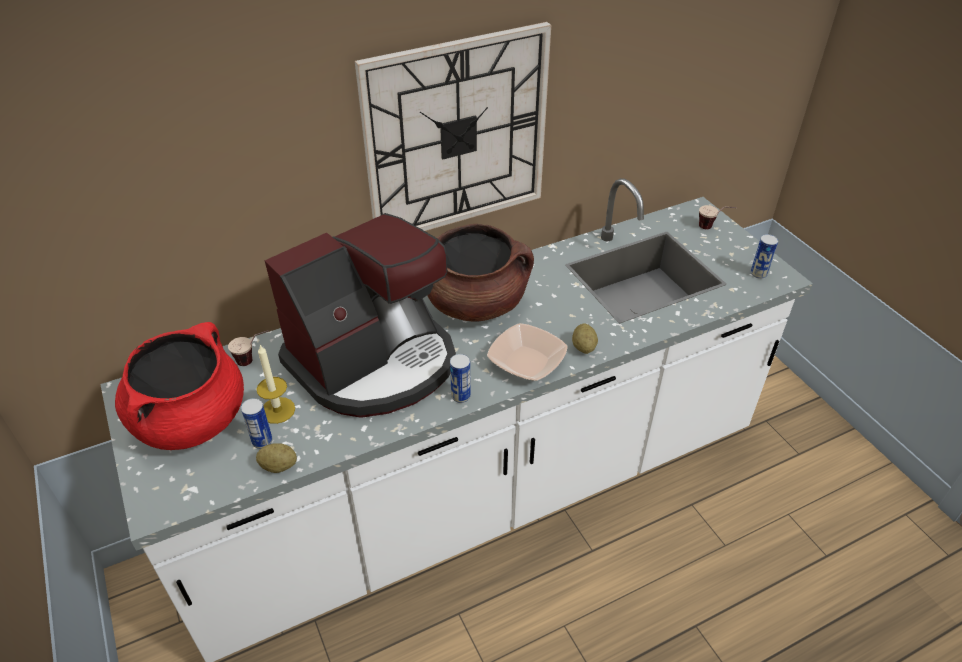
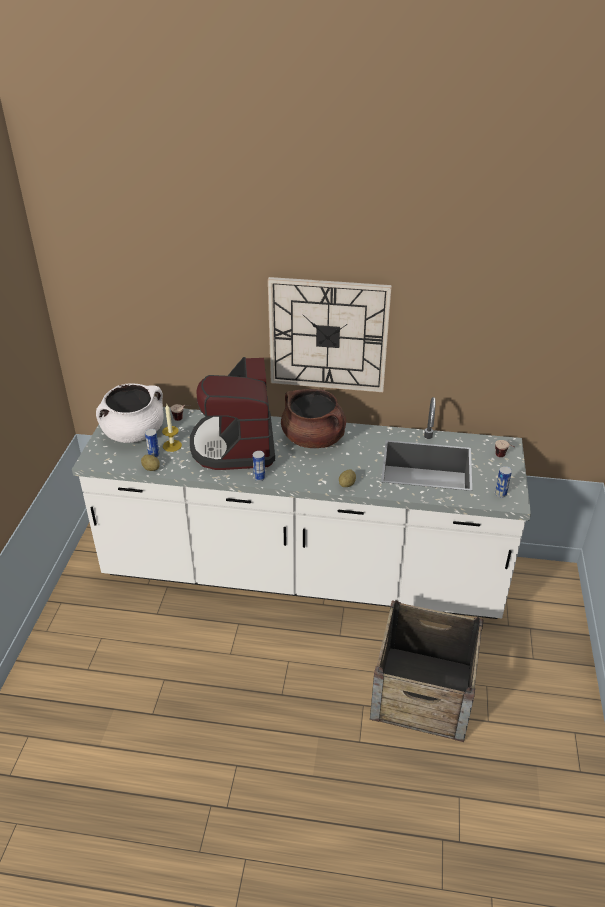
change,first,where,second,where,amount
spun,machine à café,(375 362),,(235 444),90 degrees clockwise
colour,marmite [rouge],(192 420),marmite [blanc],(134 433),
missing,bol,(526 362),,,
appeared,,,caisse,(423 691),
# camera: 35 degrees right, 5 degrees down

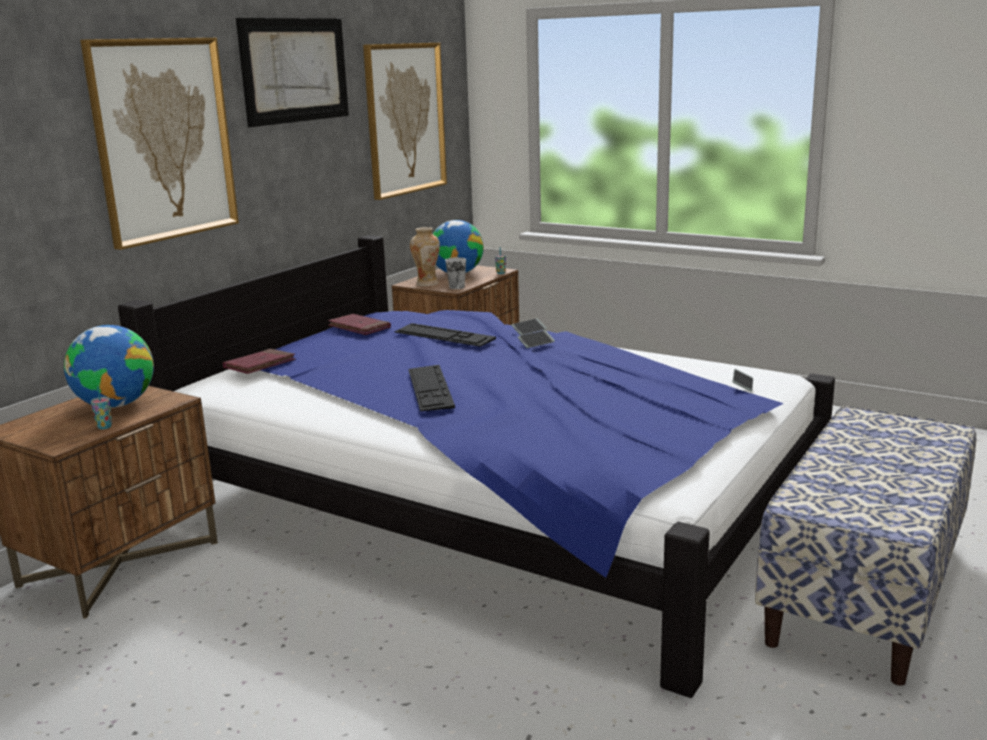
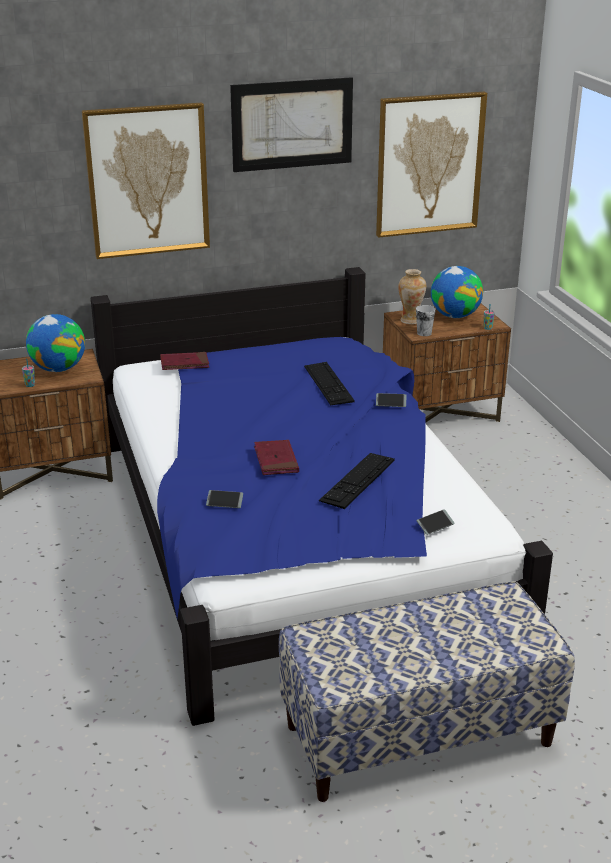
change,first,where,second,where,amount
relocated,livre [rouge],(359 327),,(276 460),
relocated,téléphone,(536 343),,(224 502),
relocated,clavier,(430 387),,(357 480),
# camera: 40 degrees right, 10 degrees up

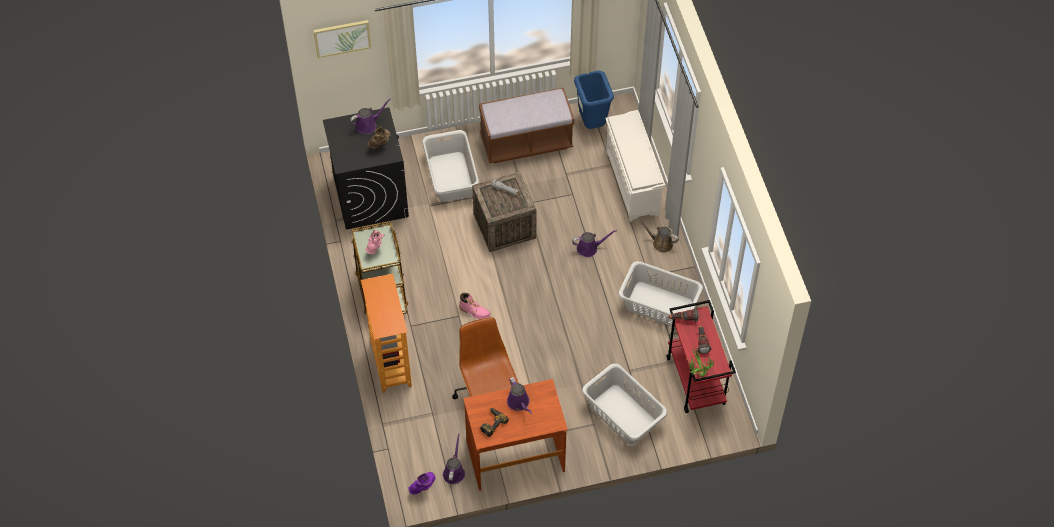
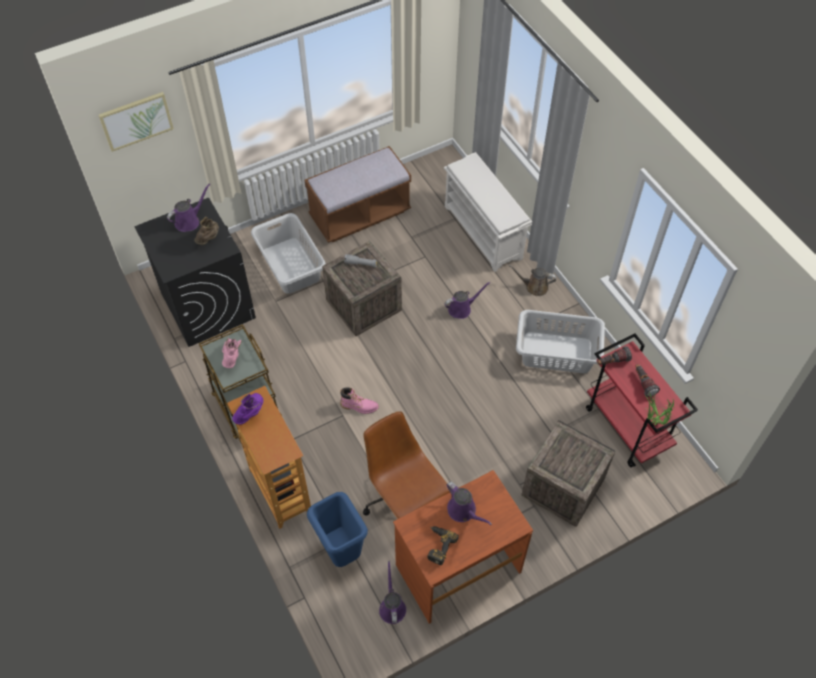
change,first,where,second,where,amount
relocated,poubelle [bleu],(592 124),,(342 552),
exchanged,panier à linge [gris],(623 415),caisse,(563 487),
relocated,botte [violet],(423 487),,(250 414),
# camera: 15 degrees left, 0 degrees up

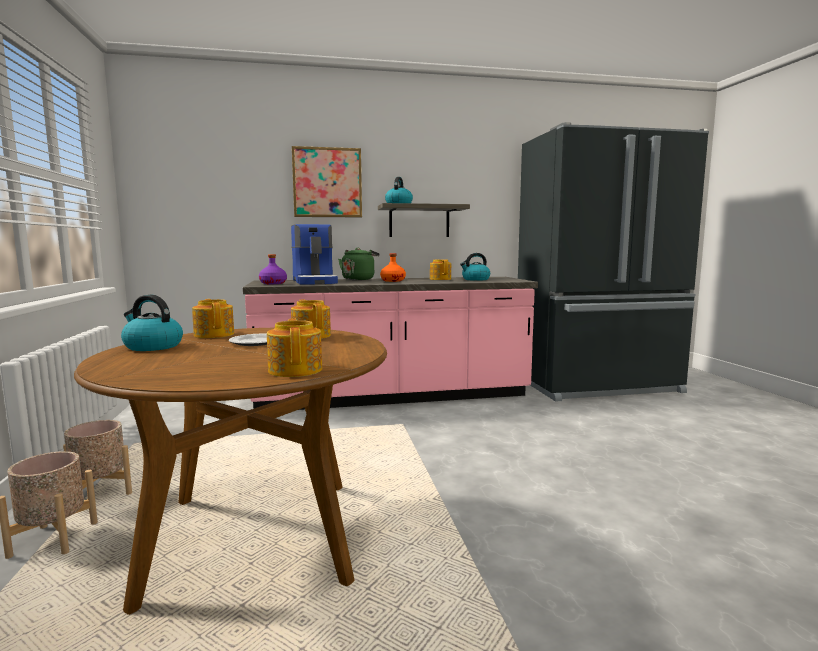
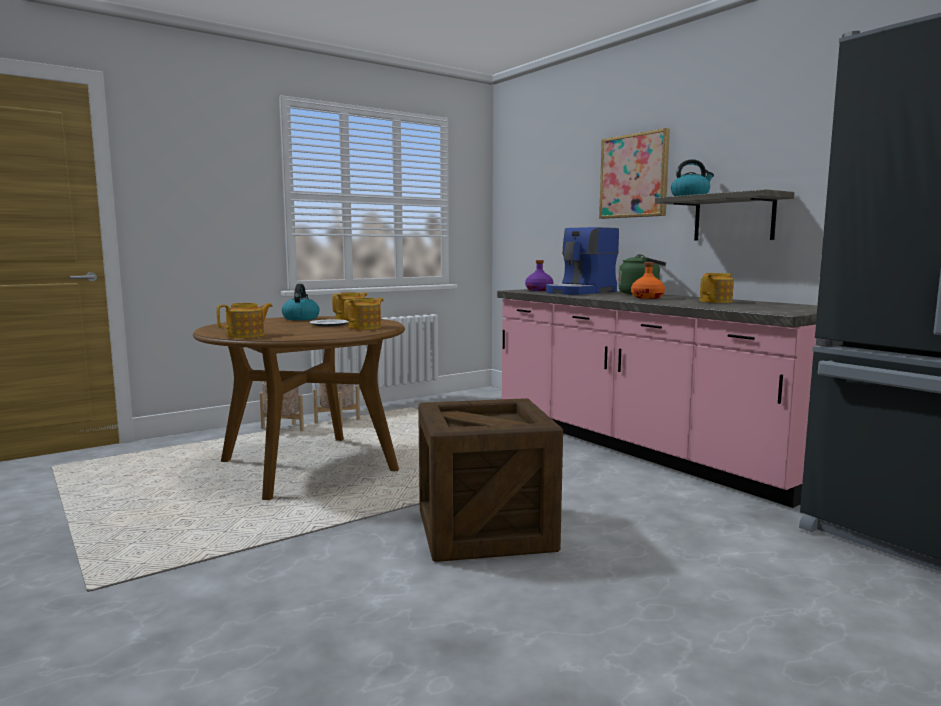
change,first,where,second,where,amount
missing,bouilloire,(475 279),,,
appeared,,,caisse,(485 530),
# camera: 65 degrees right, 0 degrees up

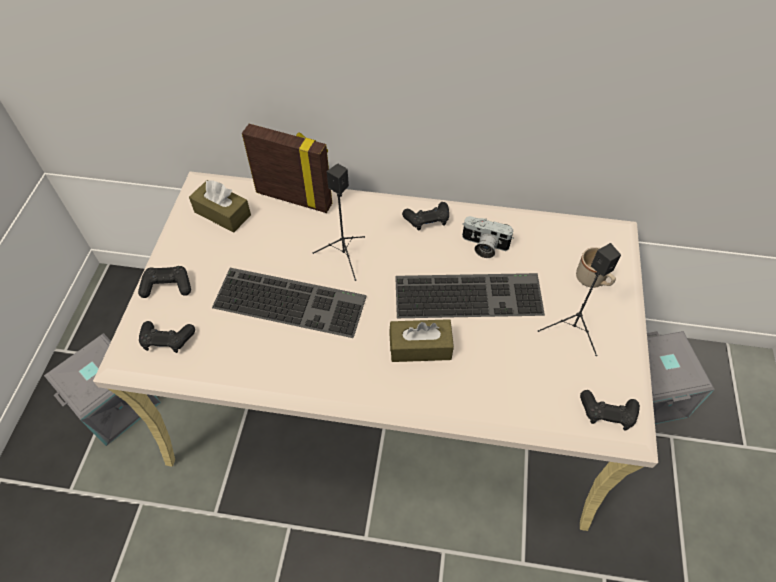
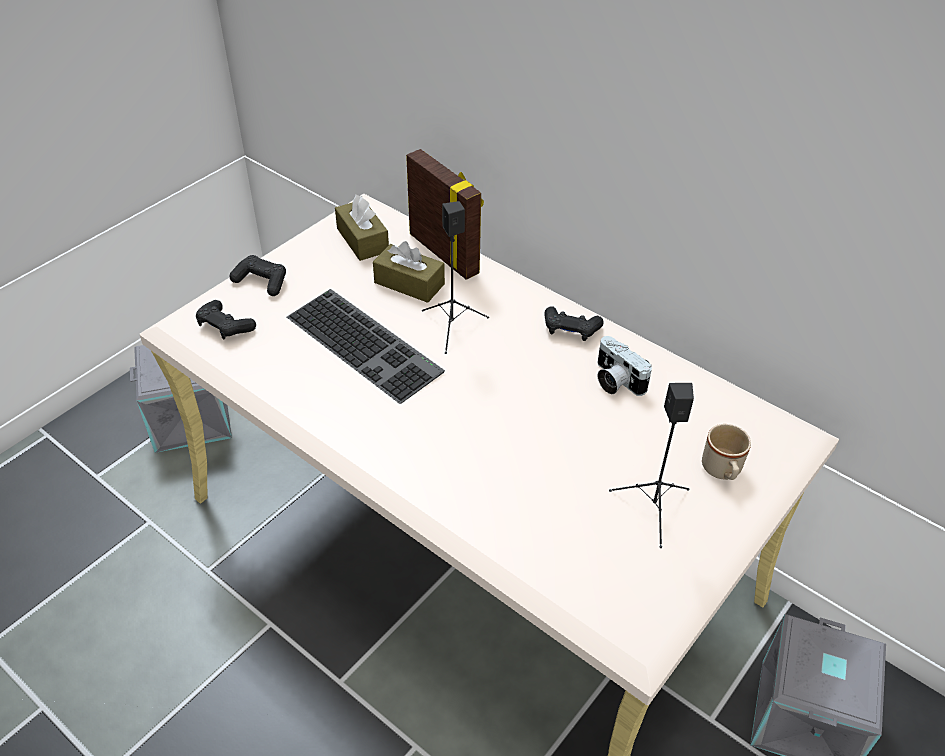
change,first,where,second,where,amount
missing,clavier,(469 294),,,
relocated,boîte à mouchoirs [marron],(420 347),,(409 283),
missing,manette [noir],(607 413),,,
# camera: 30 degrees right, 10 degrees down

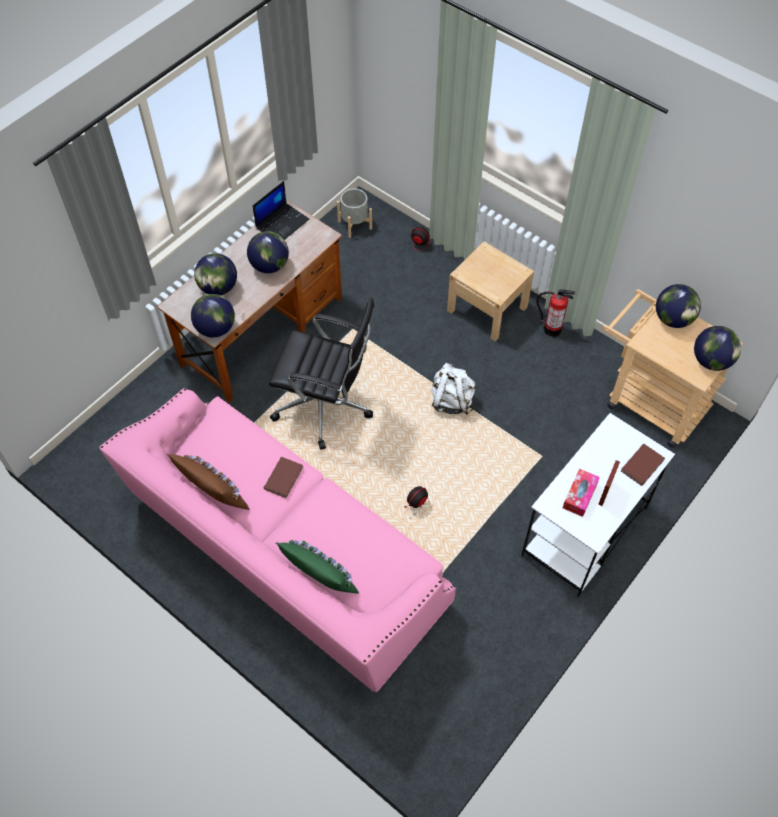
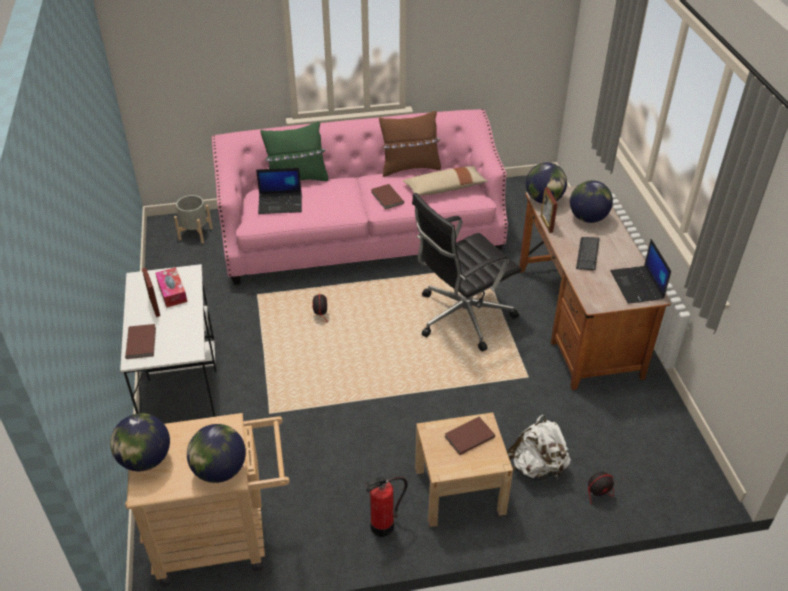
change,first,where,second,where,amount
relocated,cache-pot [gris],(355 225),,(195 233),
exchanged,globe,(269 266),clavier,(587 254),
relocated,sac à dos [blanc],(451 400),,(537 467),
appeared,,,coussin [beige],(445 188),
appeared,,,ordinateur portable,(281 203),
appeared,,,cadre photo,(546 224),
appeared,,,livre [marron],(468 436),
# camera: 130 degrees right, 15 degrees down

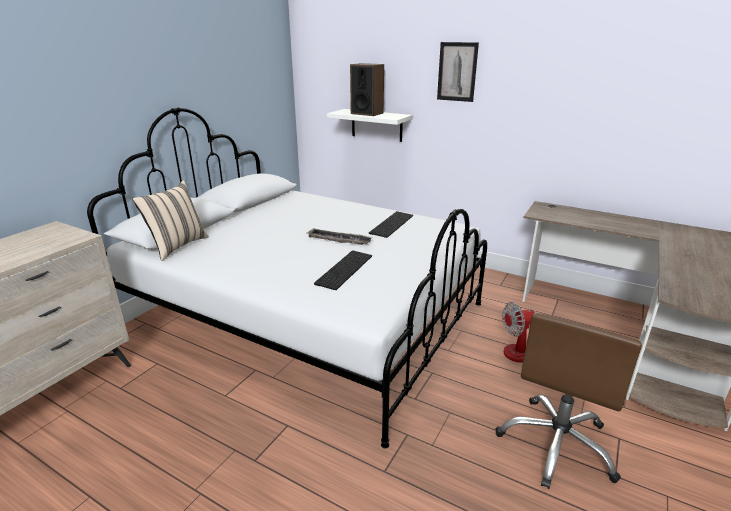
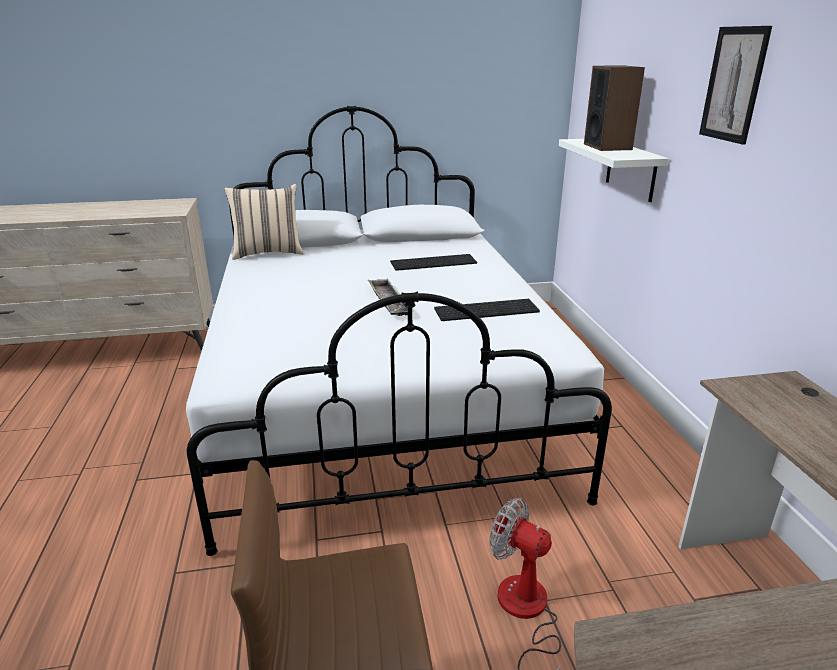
change,first,where,second,where,amount
relocated,clavier,(343 269),,(434 262),
# camera: 50 degrees right, 0 degrees up

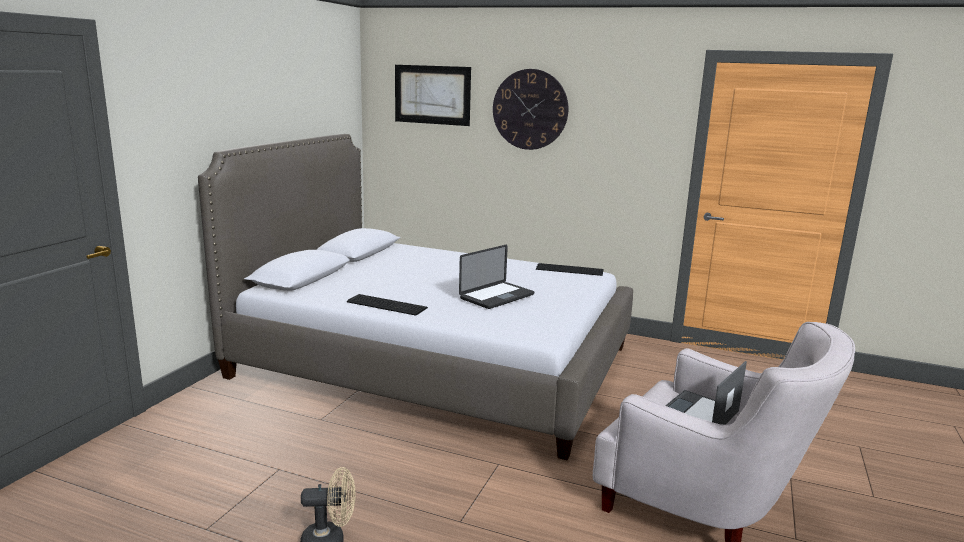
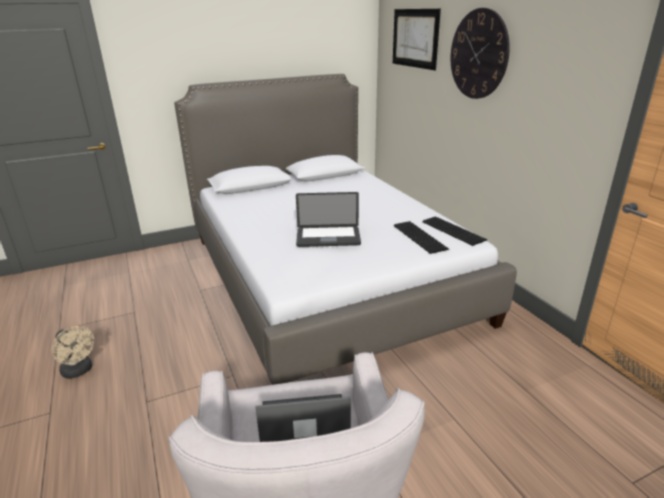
change,first,where,second,where,amount
relocated,clavier,(386 304),,(420 236),
# camera: 45 degrees right, 10 degrees up

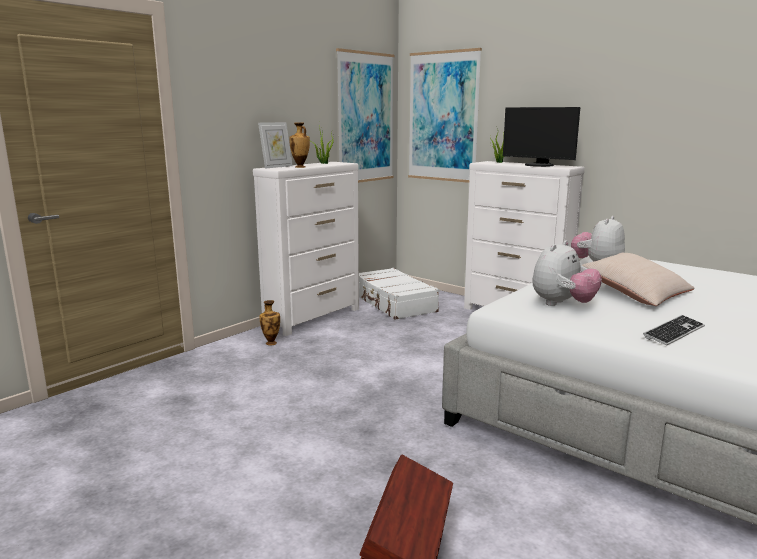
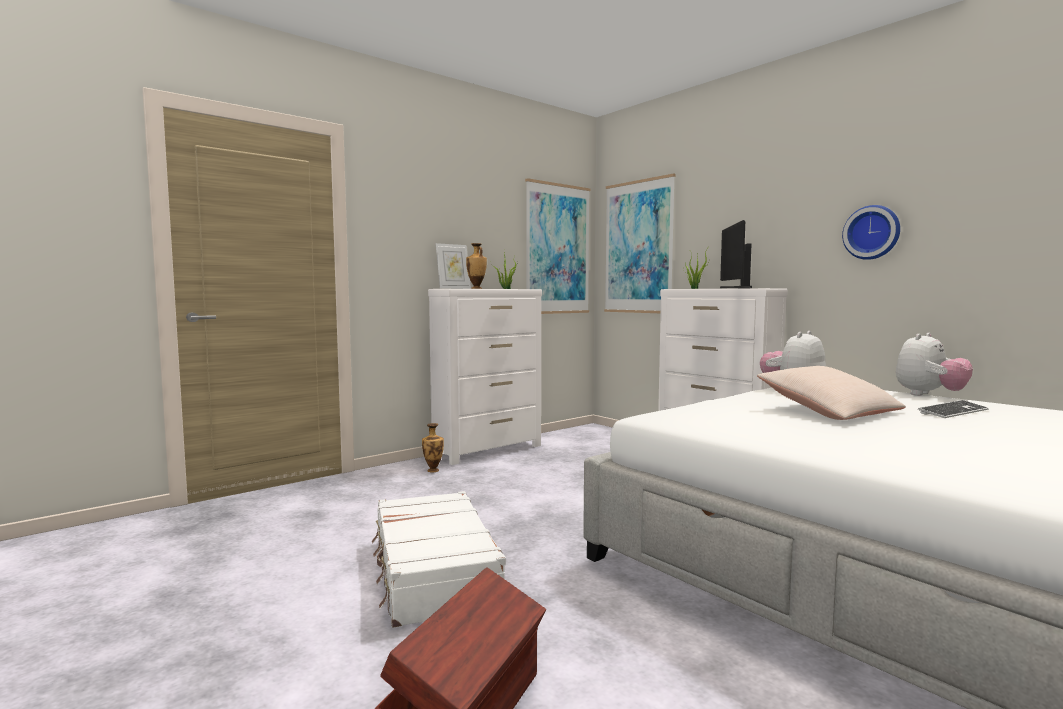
change,first,where,second,where,amount
spun,écran d'ordinateur,(538 165),,(734 288),45 degrees clockwise
relocated,peluche,(562 304),,(929 395),
relocated,valise [blanc],(393 303),,(433 572),
relocated,clavier,(674 332),,(953 411),
appeared,,,horloge murale,(872 232),
# camera: 10 degrees right, 10 degrees down

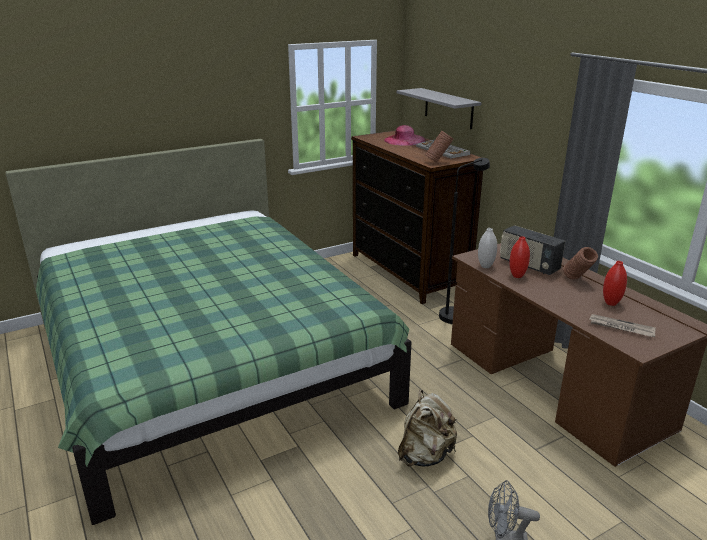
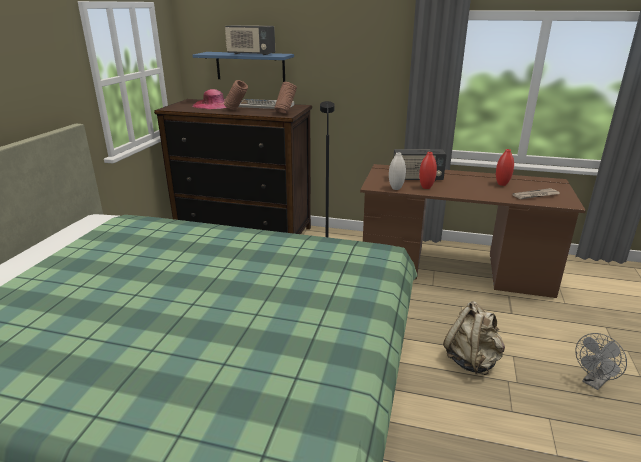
change,first,where,second,where,amount
colour,étagère [gris],(448 108),étagère [bleu],(250 66),
relocated,vase [marron],(577 280),,(237 110),
appeared,,,radio,(250 54),
# camera: 45 degrees left, 0 degrees up

